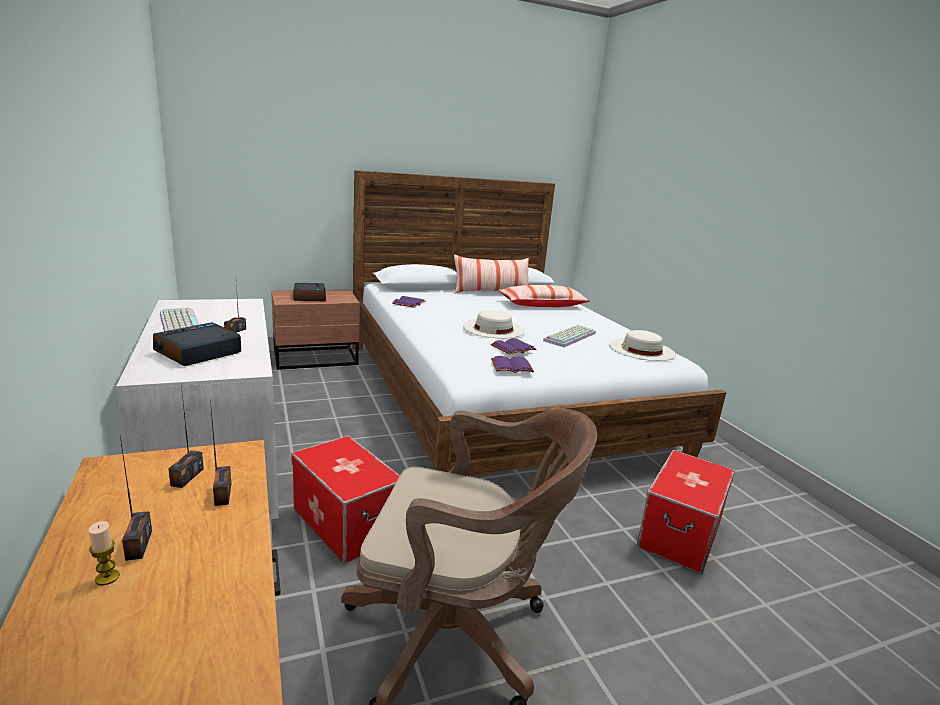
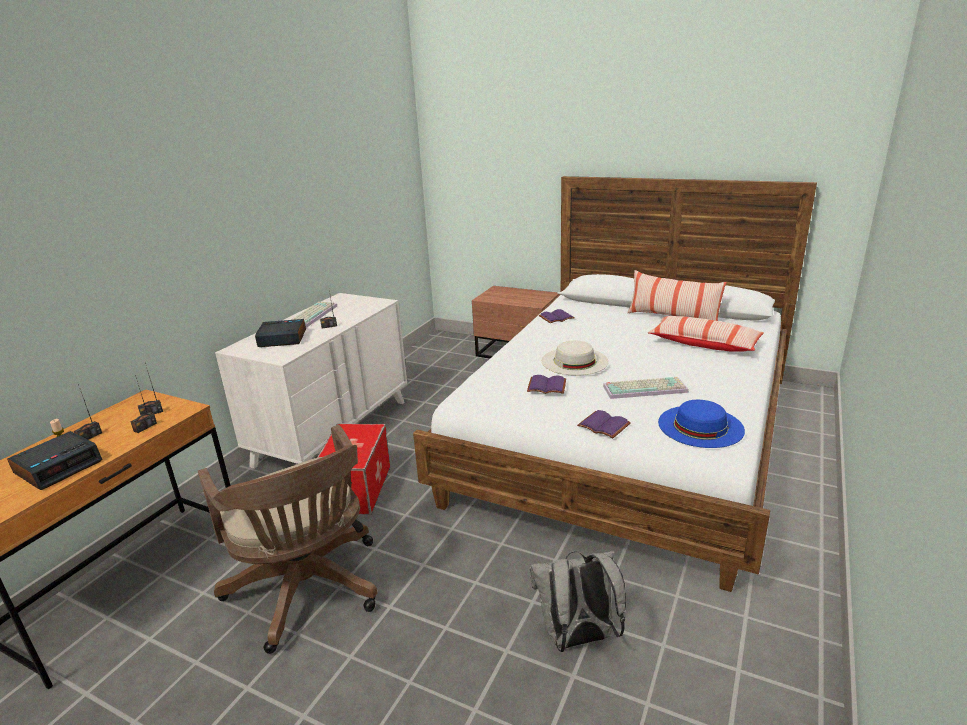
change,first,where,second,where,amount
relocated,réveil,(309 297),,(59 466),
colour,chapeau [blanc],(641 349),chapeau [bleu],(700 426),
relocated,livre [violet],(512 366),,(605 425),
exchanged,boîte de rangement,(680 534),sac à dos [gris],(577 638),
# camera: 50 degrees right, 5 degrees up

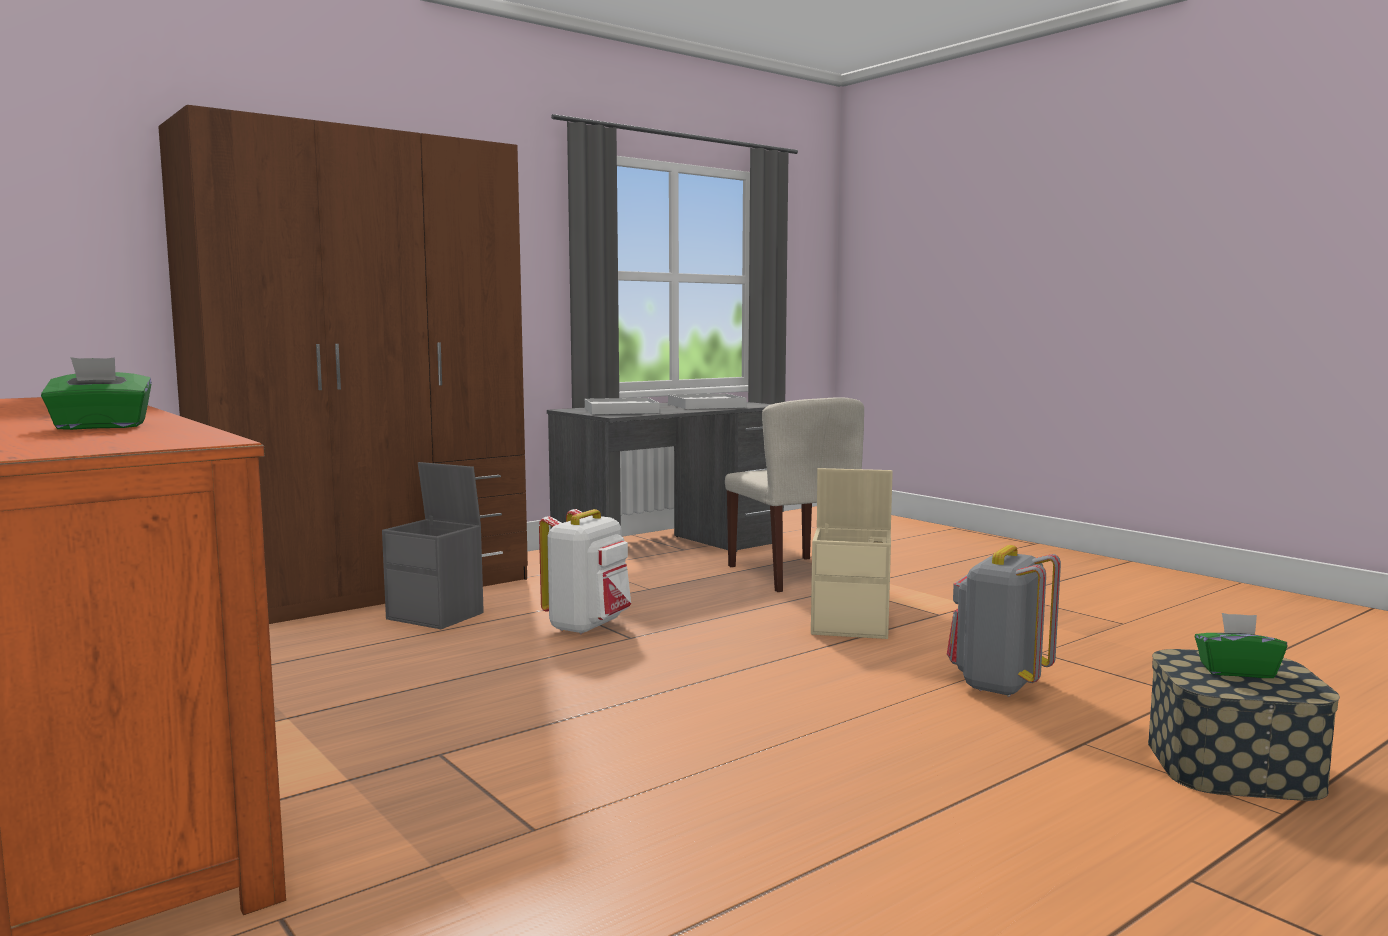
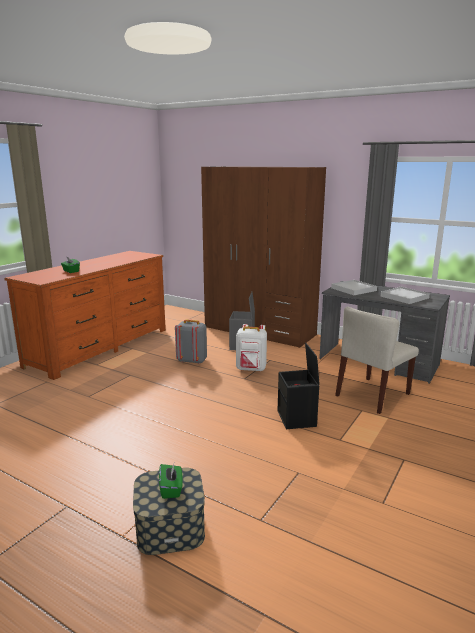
change,first,where,second,where,amount
colour,boîte de rangement [beige],(852 626),boîte de rangement [noir],(297 419),
relocated,sac à dos [gris],(999 685),,(192 361),
# camera: 70 degrees right, 10 degrees up

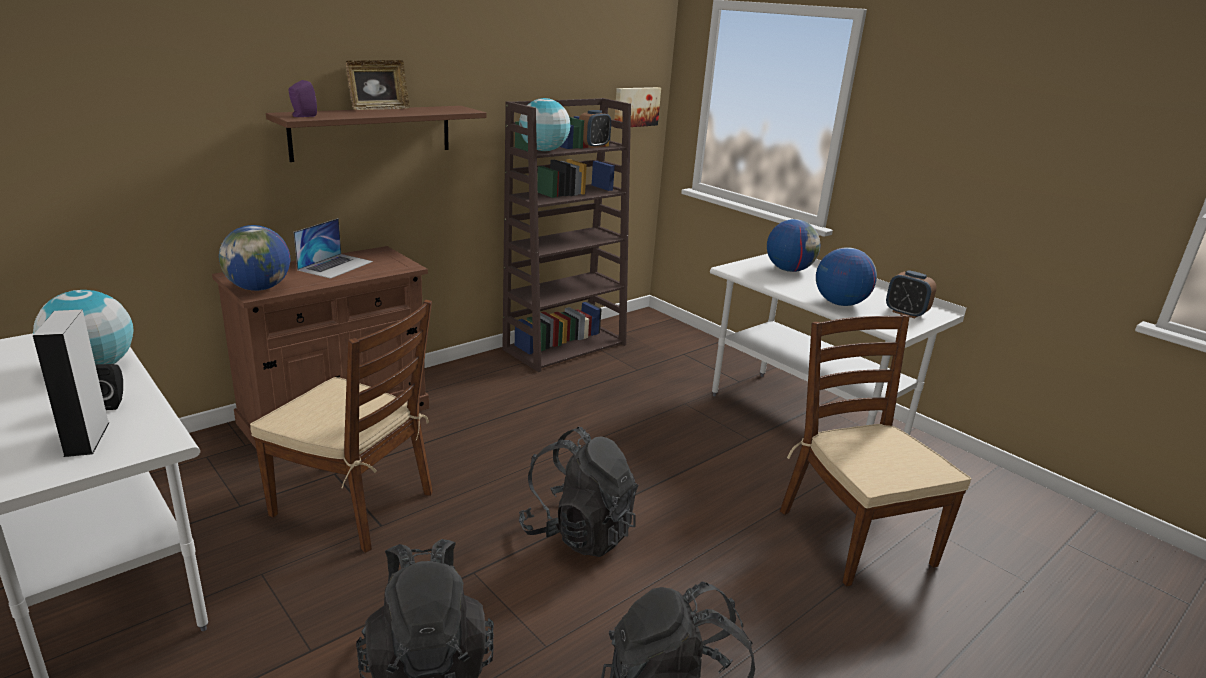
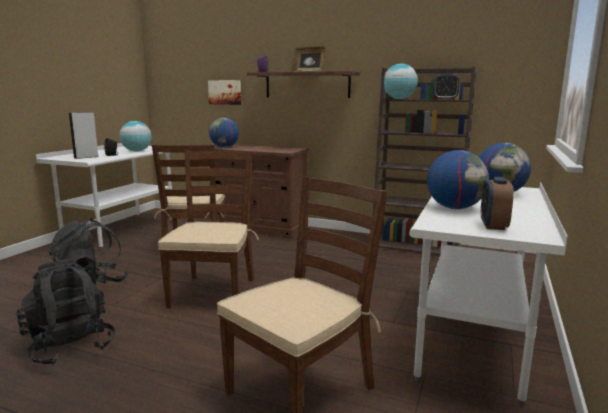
change,first,where,second,where,amount
relocated,tableau,(636 107),,(225 92),
missing,ordinateur portable,(335 265),,,
exchanged,sac à dos [noir],(578 532),chaise [marron],(213 292),
# camera: 65 degrees right, 10 degrees down

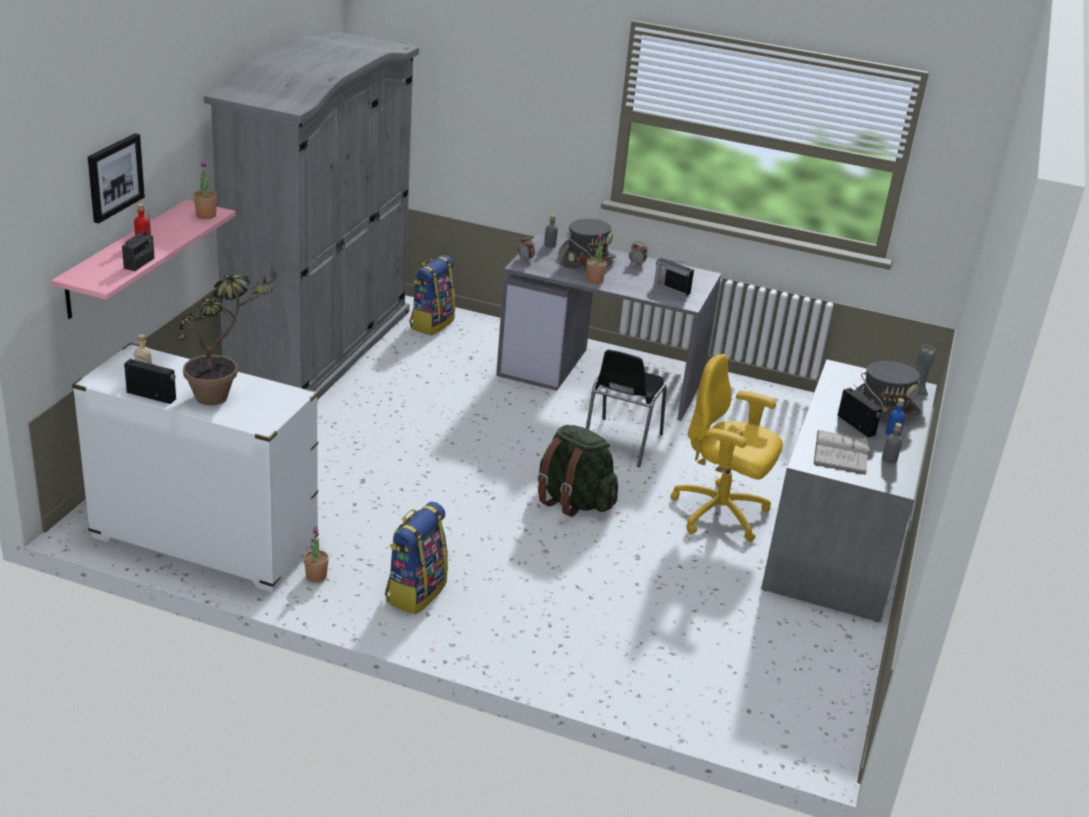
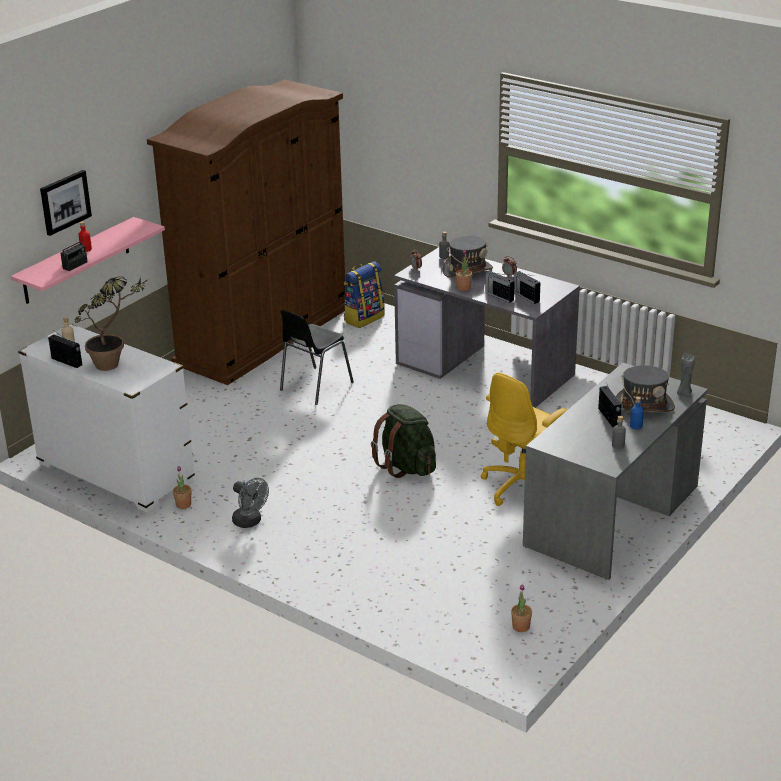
change,first,where,second,where,amount
colour,armoire [gris],(319 348),armoire [marron],(263 334),
relocated,plante en pot,(206 215),,(521 627),
relocated,chaise [noir],(620 444),,(314 387),
spun,chaise de bureau [jaune],(721 514),,(523 486),90 degrees counterclockwise
missing,livre [blanc],(841 452),,,
exchanged,sac à dos,(415 592),ventilateur [gris],(250 522),
appeared,,,radio,(499 296),
# camera: 20 degrees right, 0 degrees up

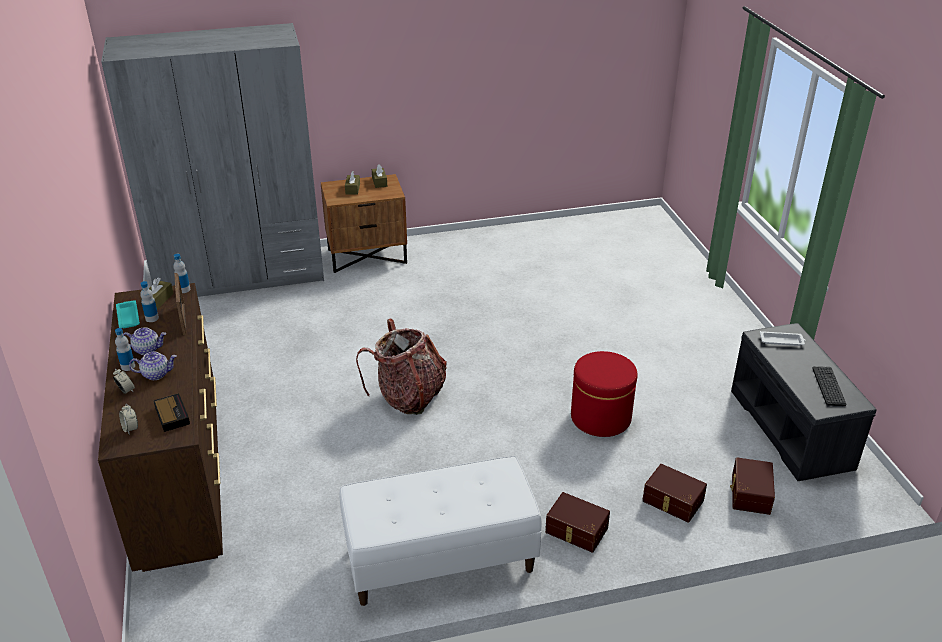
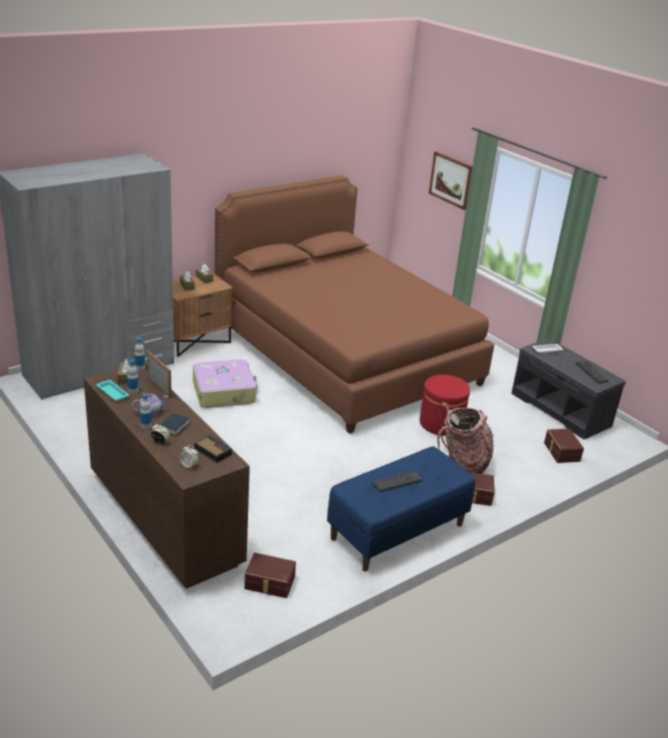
change,first,where,second,where,amount
relocated,sac à dos,(408 396),,(462 462),
exchanged,théière,(156 374),livre,(174 427),
colour,banc [blanc],(439 560),banc [bleu],(397 532),
relocated,boîte de rangement [marron],(672 501),,(269 583),
appeared,,,tableau,(451 180),
appeared,,,lit [marron],(345 354),
appeared,,,valise,(224 392),
appeared,,,clavier,(397 482),
# camera: 25 degrees left, 5 degrees down

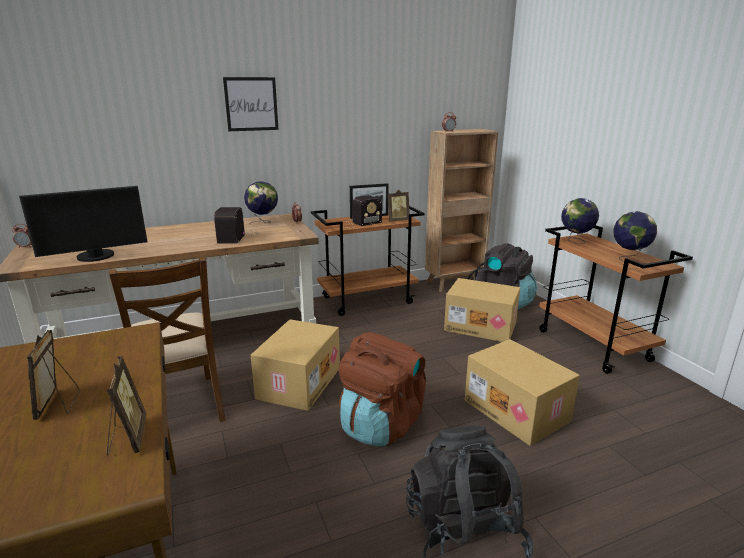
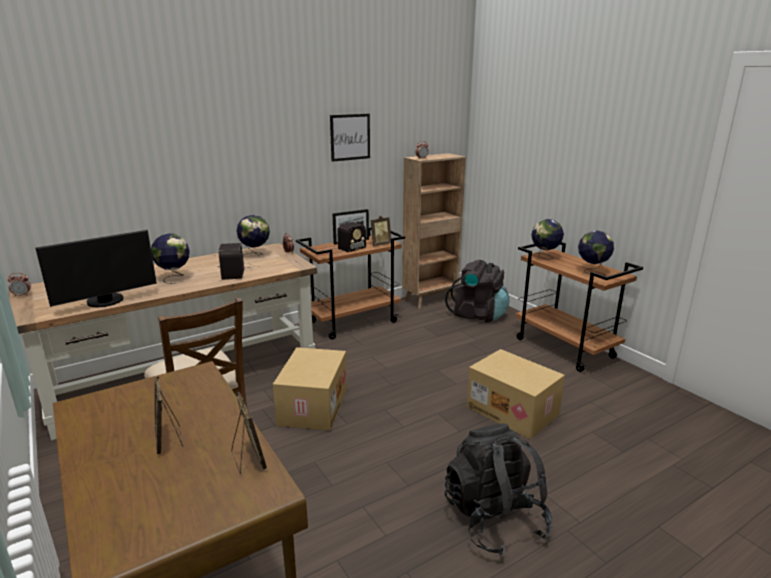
change,first,where,second,where,amount
relocated,tableau,(251 104),,(350 137),
missing,carton,(481 326),,,
missing,sac à dos [marron],(381 424),,,
appeared,,,globe,(174 278),
# camera: 10 degrees left, 0 degrees up

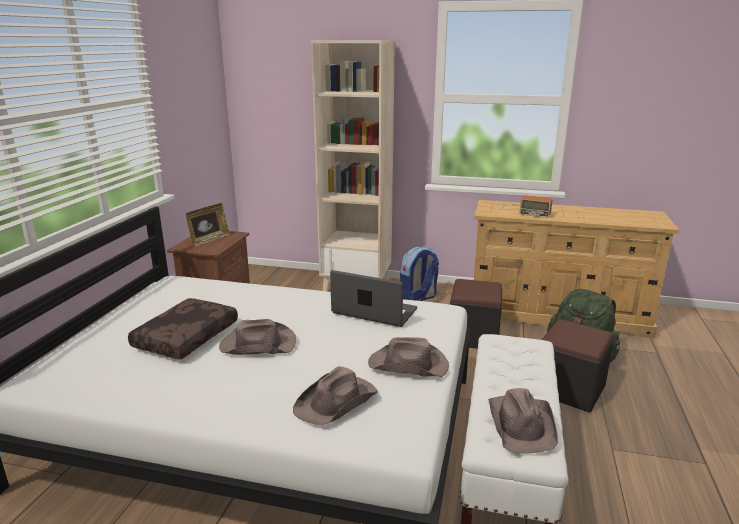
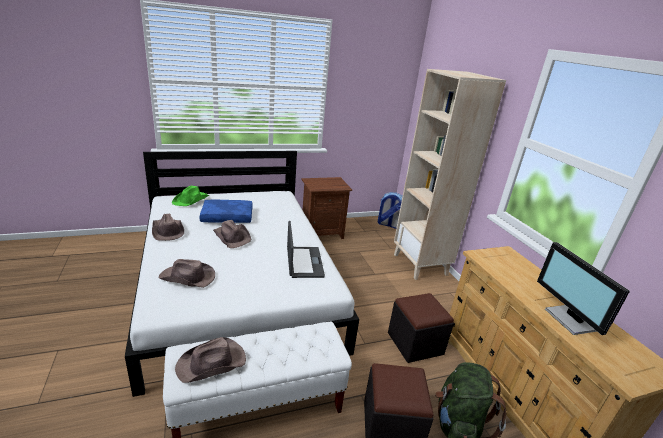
change,first,where,second,where,amount
missing,radio,(521 210),,,
missing,cadre photo,(209 240),,,
relocated,sac à dos,(418 299),,(388 224),
colour,coussin [marron],(186 337),coussin [bleu],(228 216),
relocated,chapeau [marron],(409 365),,(168 231),
appeared,,,chapeau [vert],(191 200),
appeared,,,écran d'ordinateur,(572 320),
# camera: 55 degrees right, 5 degrees up

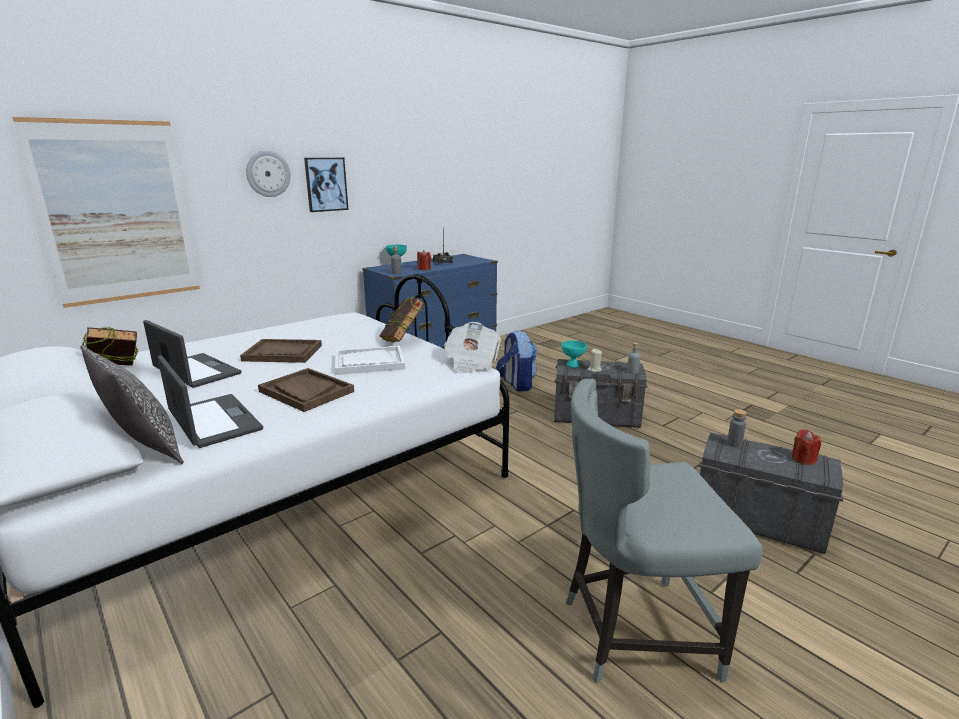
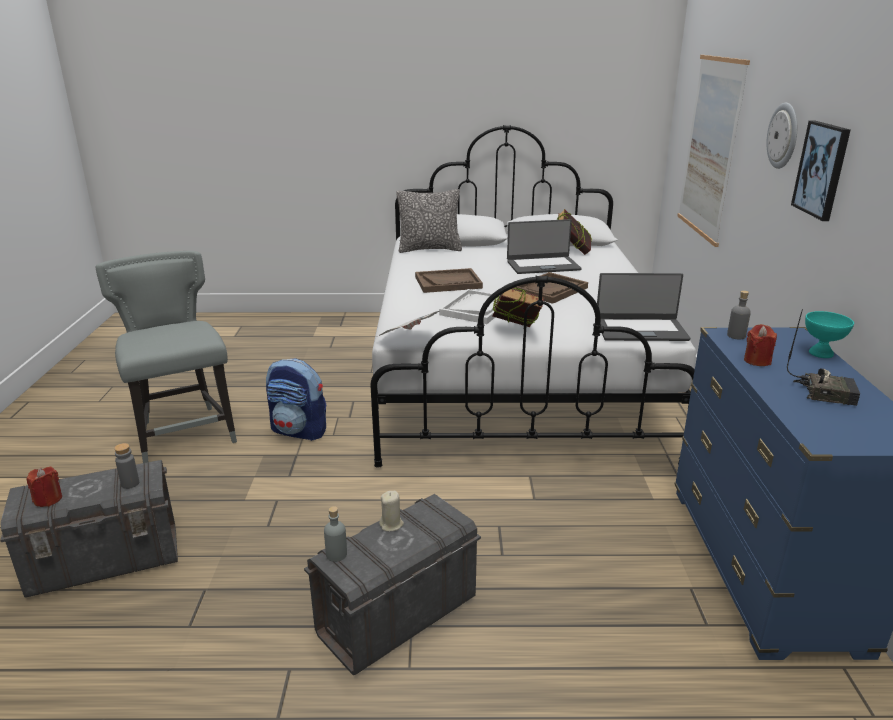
change,first,where,second,where,amount
relocated,sac à dos,(516 384),,(299 431),
missing,bol [turquoise],(573 365),,,
relocated,ordinateur portable,(213 421),,(640 330),
spun,chaise [gris],(633 632),,(185 432),60 degrees counterclockwise
# camera: 130 degrees right, 5 degrees up

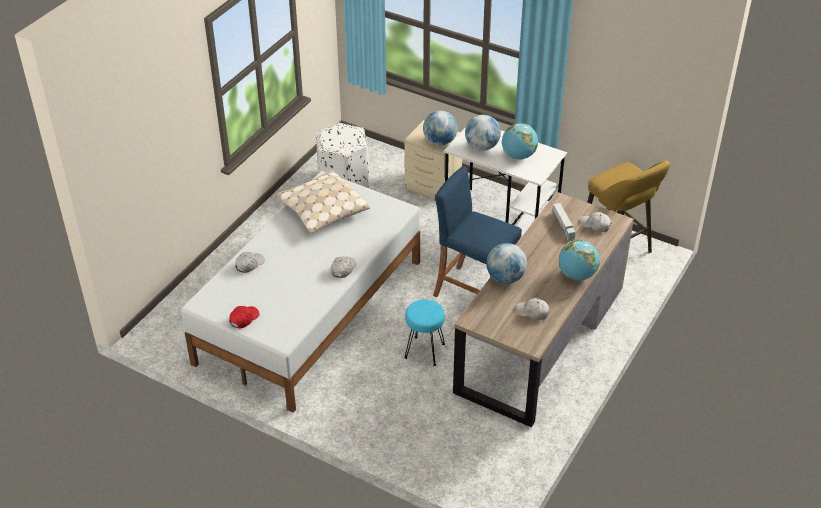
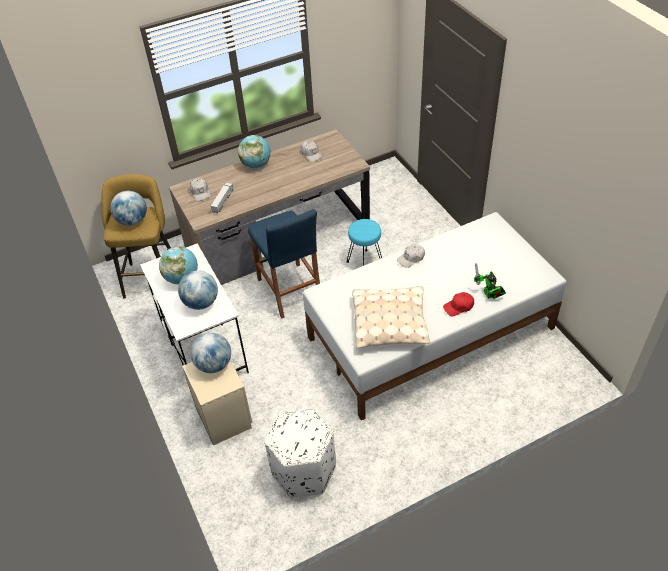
change,first,where,second,where,amount
relocated,globe,(505 278),,(132 221),
exchanged,casquette [blanc],(249 264),robot jouet,(489 295),
relocated,casquette [rouge],(244 319),,(458 307),
# camera: 145 degrees left, 5 degrees up

